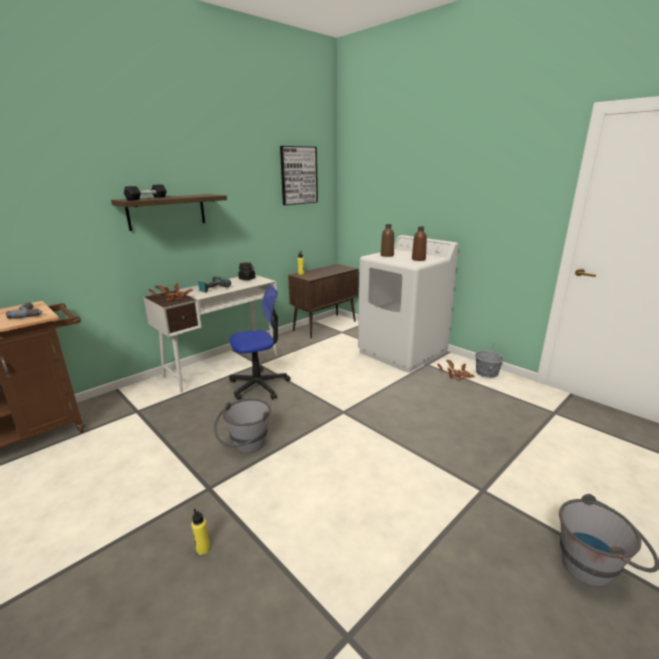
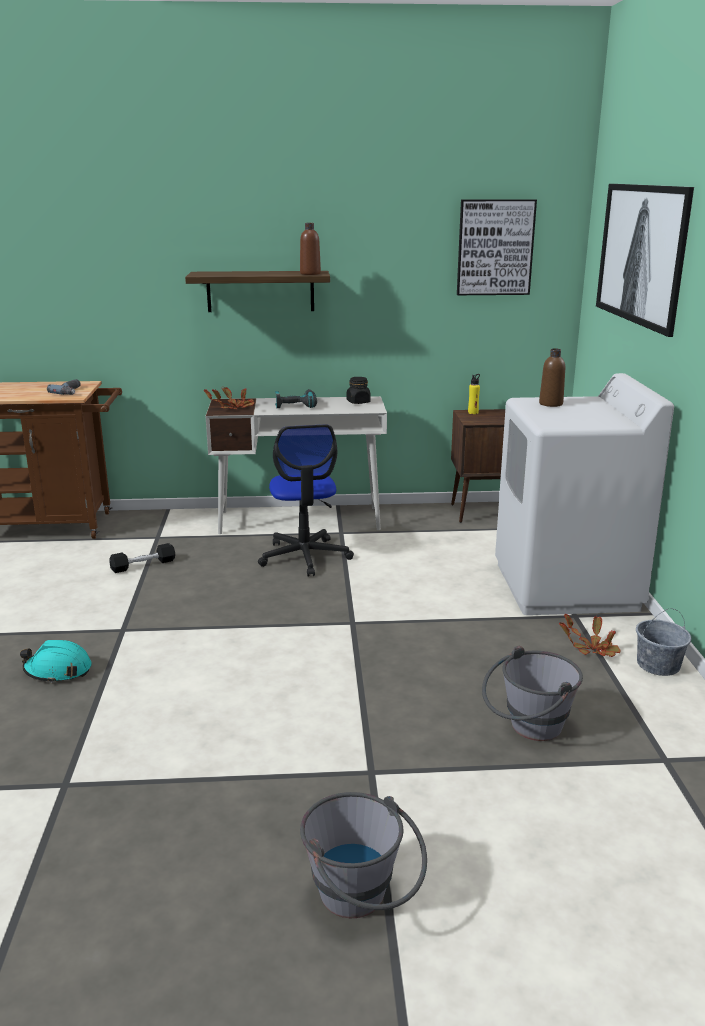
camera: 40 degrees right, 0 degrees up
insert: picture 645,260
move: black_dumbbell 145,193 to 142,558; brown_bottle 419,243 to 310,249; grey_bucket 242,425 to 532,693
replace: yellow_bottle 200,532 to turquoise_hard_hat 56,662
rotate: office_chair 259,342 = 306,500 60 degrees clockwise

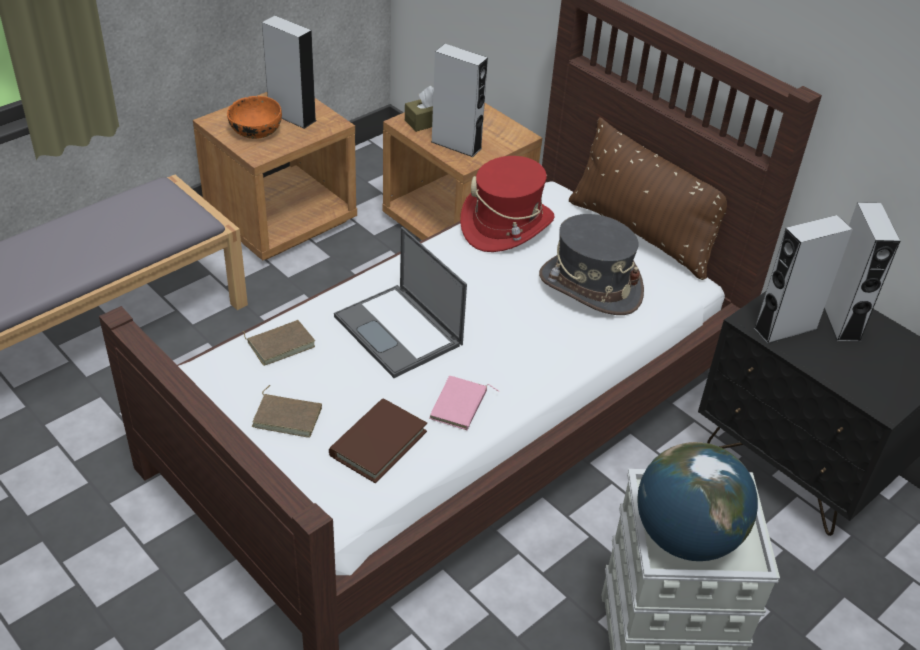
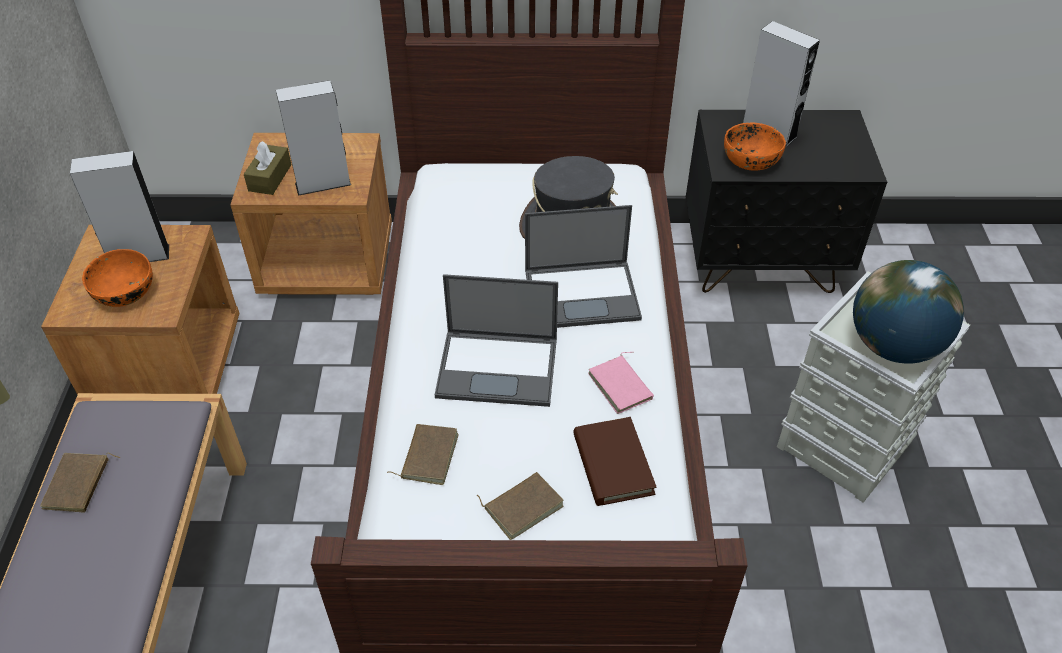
camera: 45 degrees left, 5 degrees up
delete: red_hat 507,204; brown_pillow 648,198
insert: brown_book 80,483; laptop 583,266
replace: grey_speaker 803,279 to orange_bowl 755,147

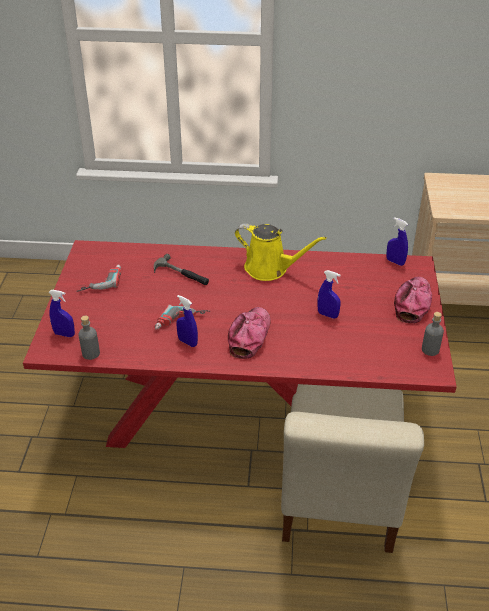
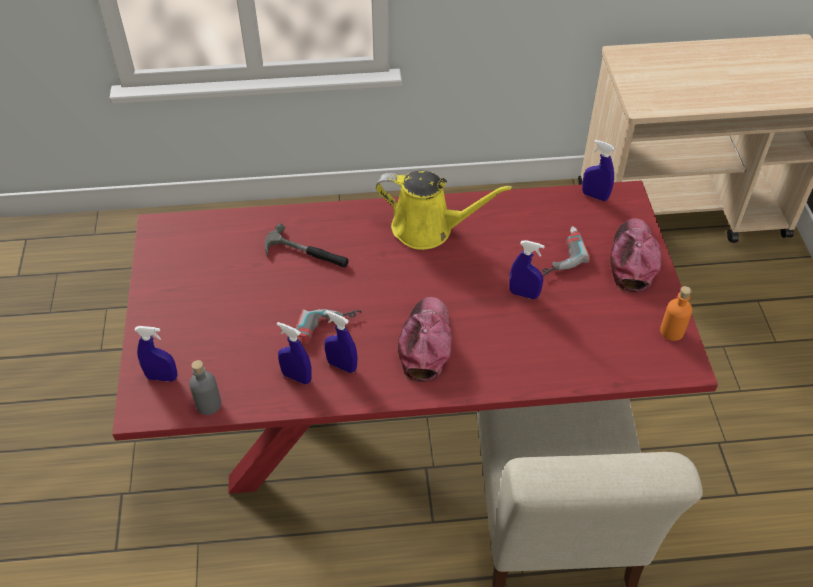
camera: 10 degrees left, 10 degrees up
insert: blue_spray_bottle 294,353
move: power_drill 99,278 to 566,251
recolor: grey_bottle 433,334 to orange_bottle 676,313

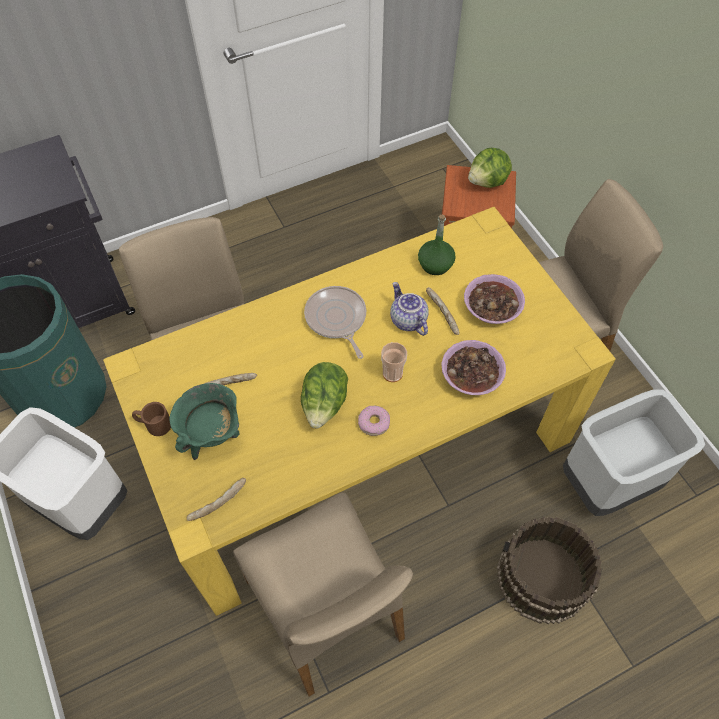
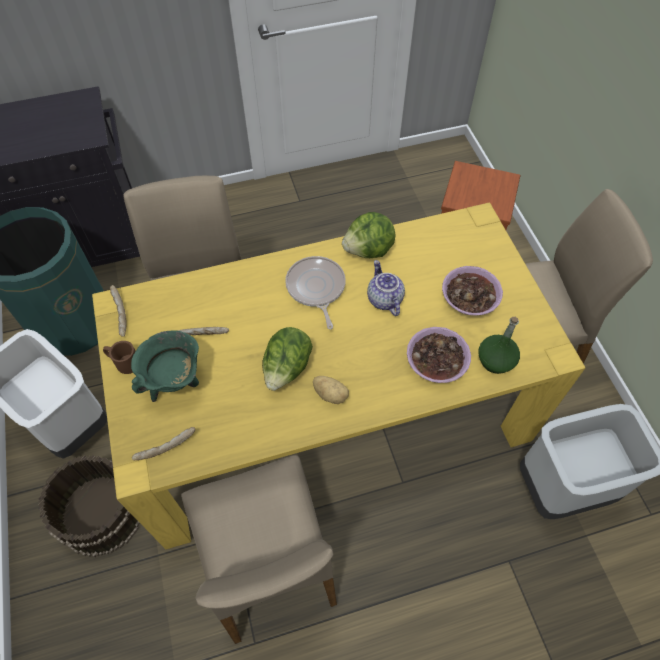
camera: 10 degrees right, 0 degrees up
delete: cup 394,362
move: brown_bucket 549,570 to 89,506; bread 442,311 to 118,311; lettuce 490,168 to 368,235; green_bottle 437,245 to 499,345
replace: donut 374,421 to potato 331,390

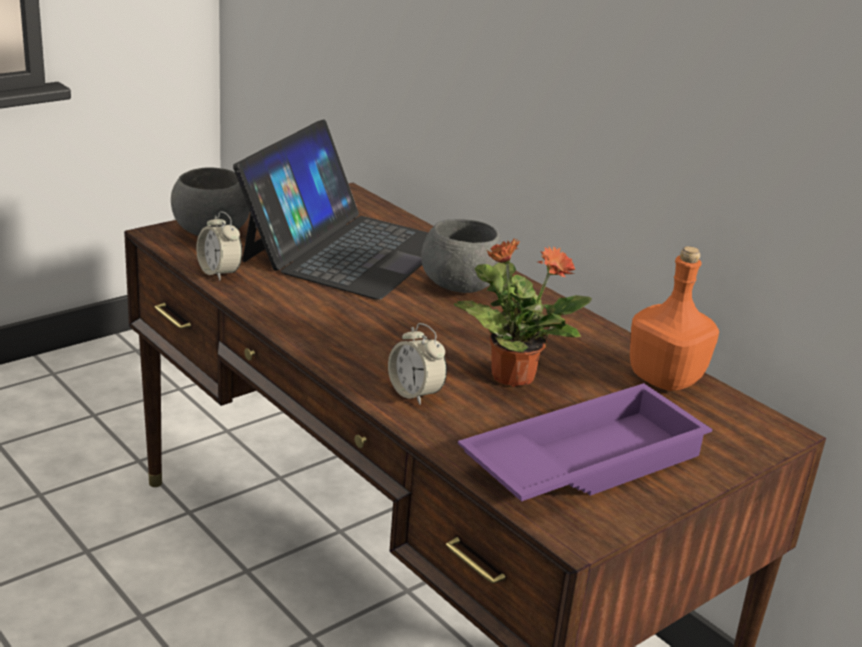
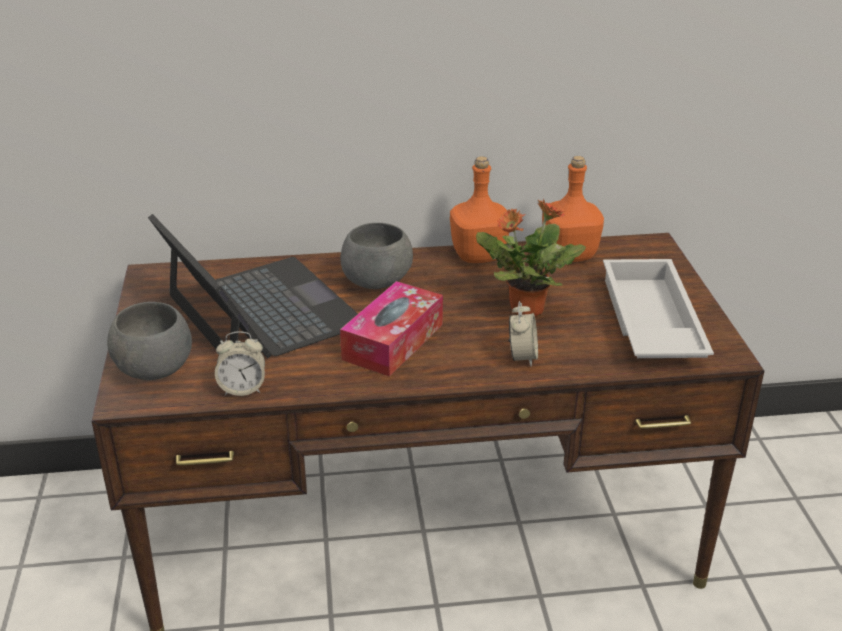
camera: 55 degrees left, 5 degrees up
insert: tissue_box 391,329; orange_bottle 479,209
recolor: purple_tray 585,442 to white_tray 658,308
rotate: alarm_clock 417,364 = 523,333 75 degrees counterclockwise

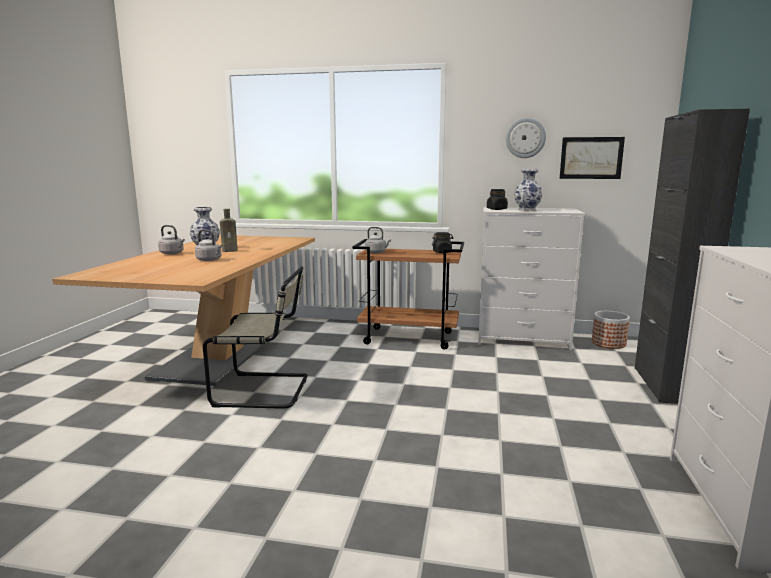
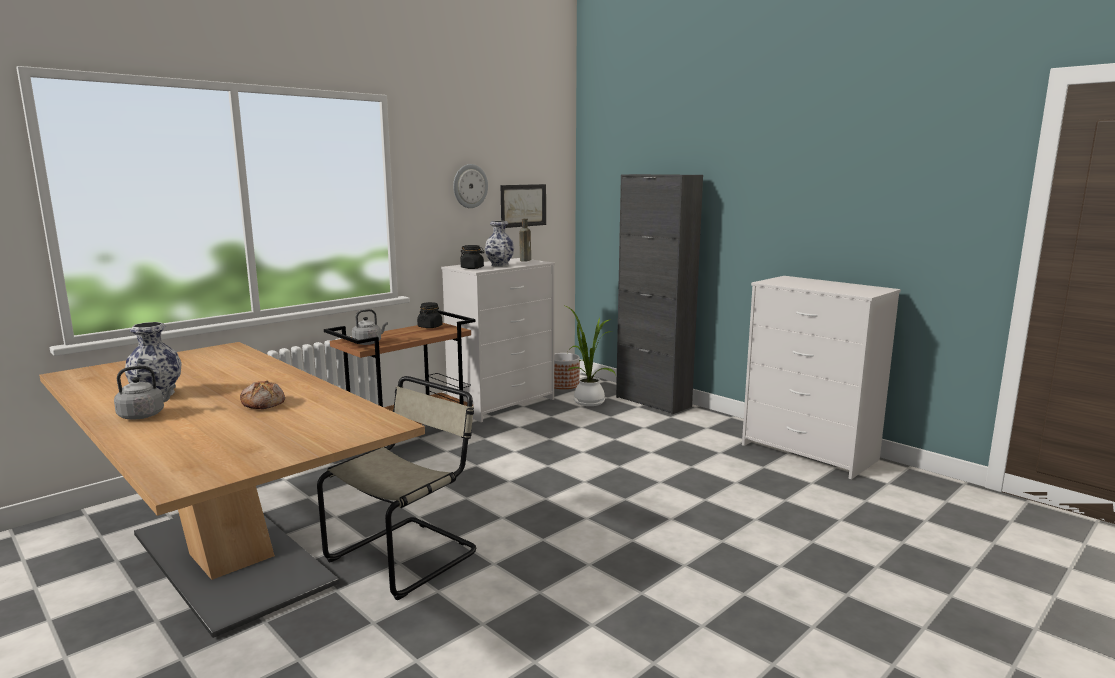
camera: 55 degrees left, 0 degrees up
insert: potted_plant 589,355
move: brown_bottle 229,230 to 525,240
replace: grey_kettle 209,245 to bread 262,395

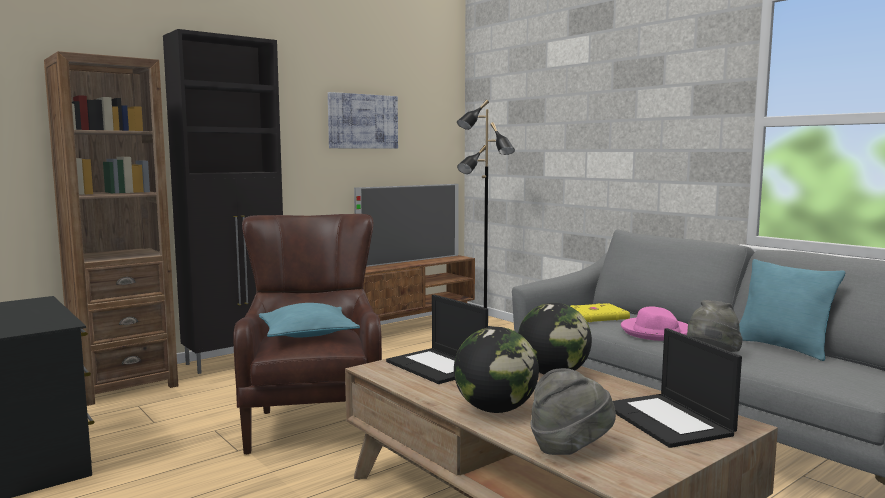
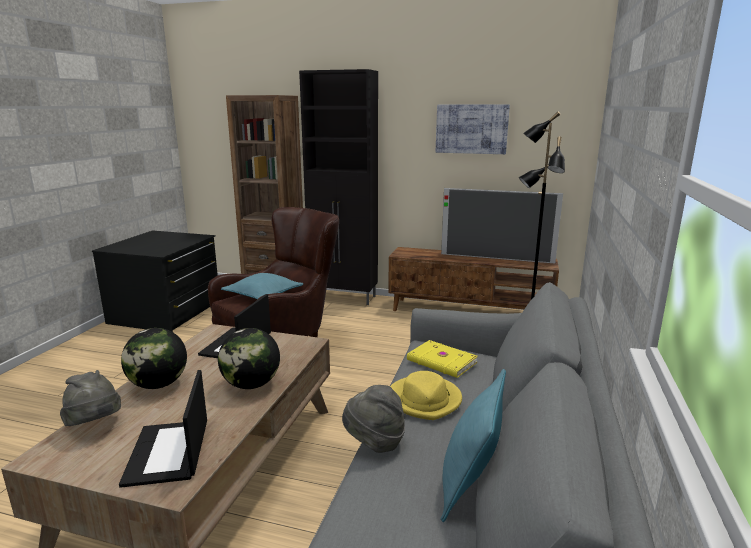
camera: 55 degrees right, 10 degrees up
recolor: pink_hat 654,323 to yellow_hat 426,395
rotate: laptop 677,388 = 163,429 45 degrees counterclockwise

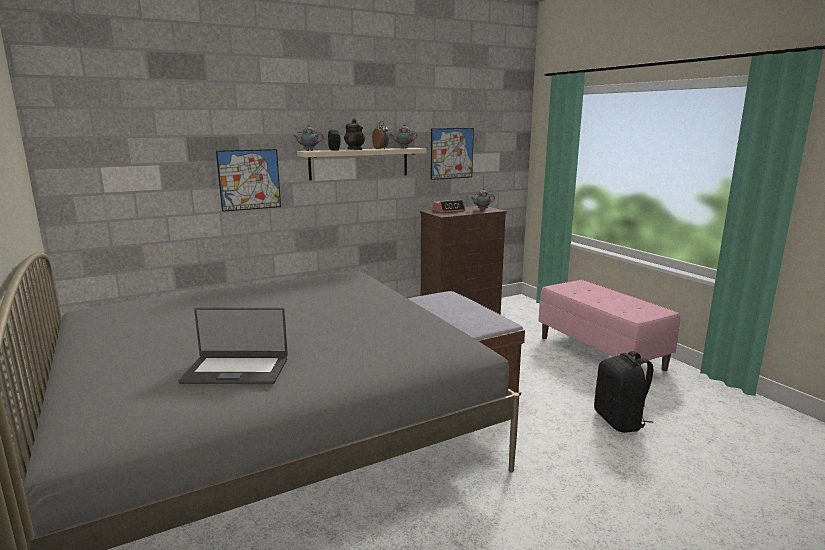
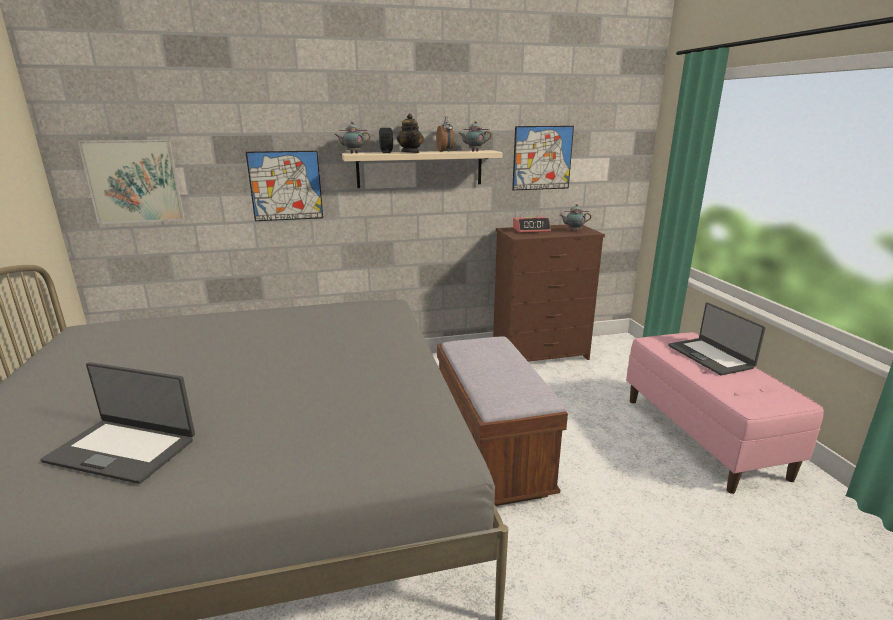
camera: 15 degrees right, 5 degrees up
delete: black_backpack 623,392
insert: picture 131,182; laptop 717,339

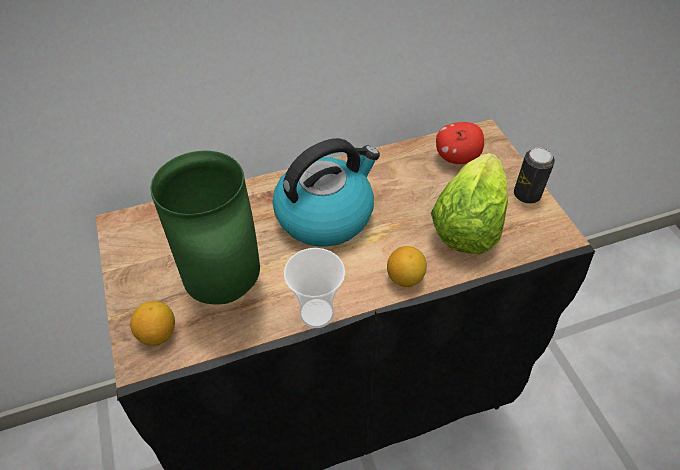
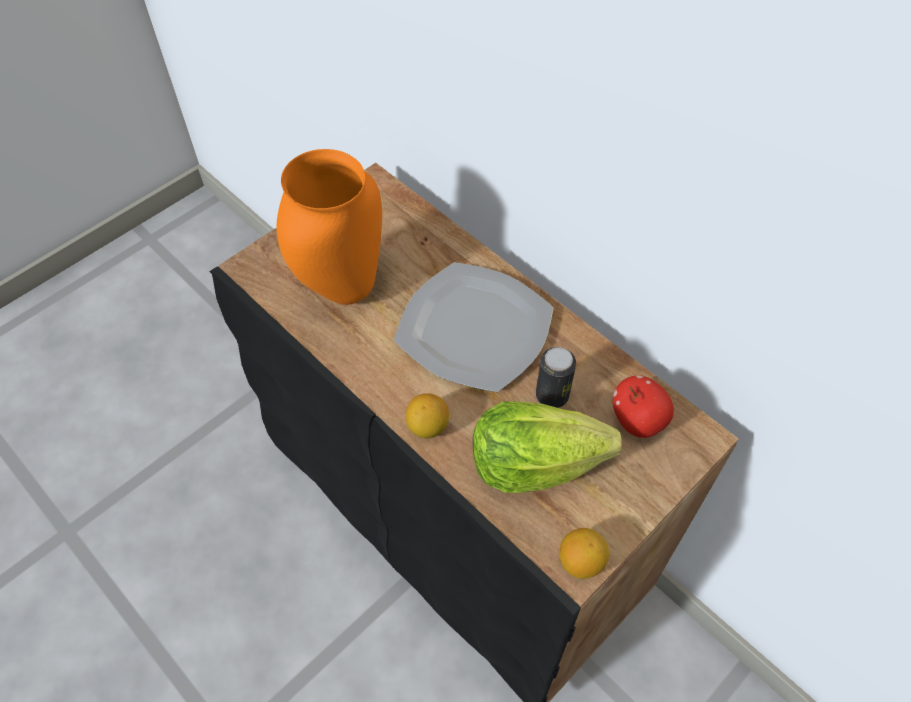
camera: 65 degrees right, 5 degrees up
delete: cup 314,288
move: can 534,175 to 556,377; lemon 152,323 to 584,553
replace: kettle 326,192 to plate 474,327
recolor: green_vase 205,228 to orange_vase 329,227

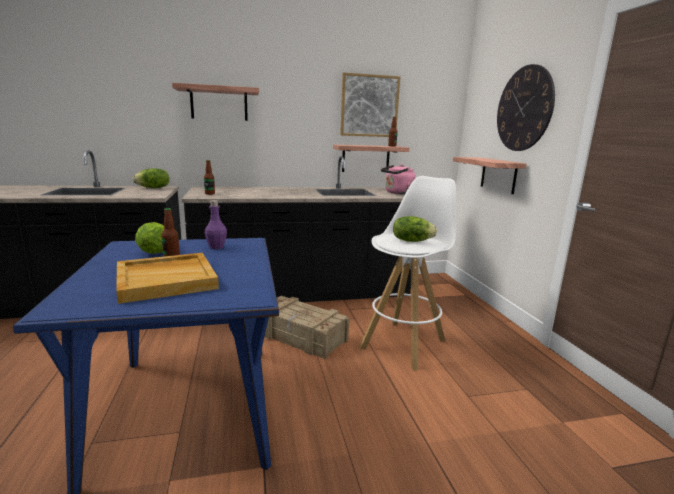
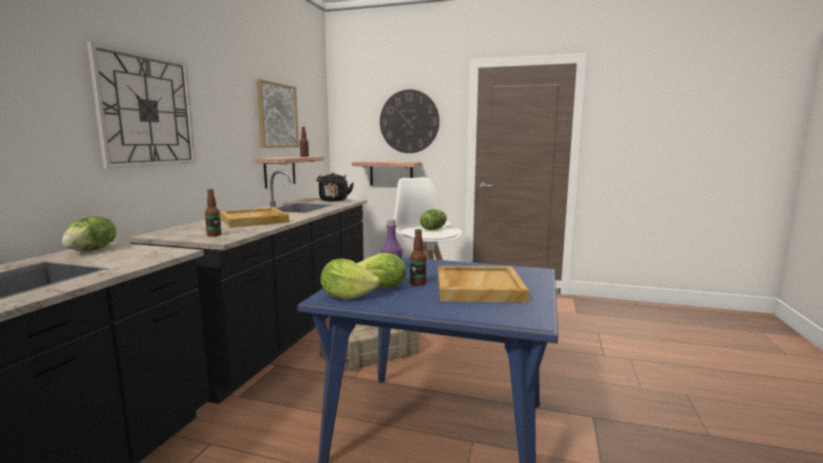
camera: 60 degrees left, 5 degrees down
insert: beige_tray 254,218; lettuce 350,278
replace: shelf 215,102 to wall_clock 141,105
recolor: pink_kettle 398,179 to black_kettle 335,187

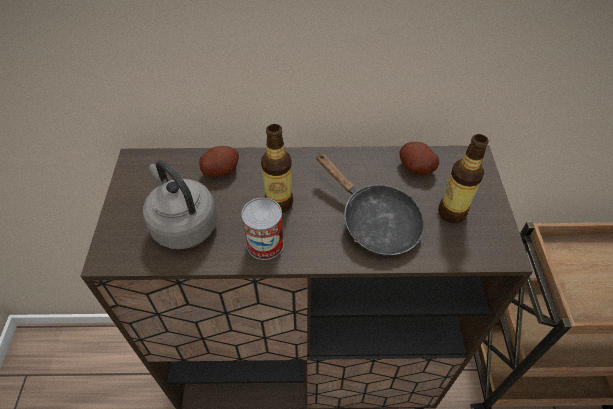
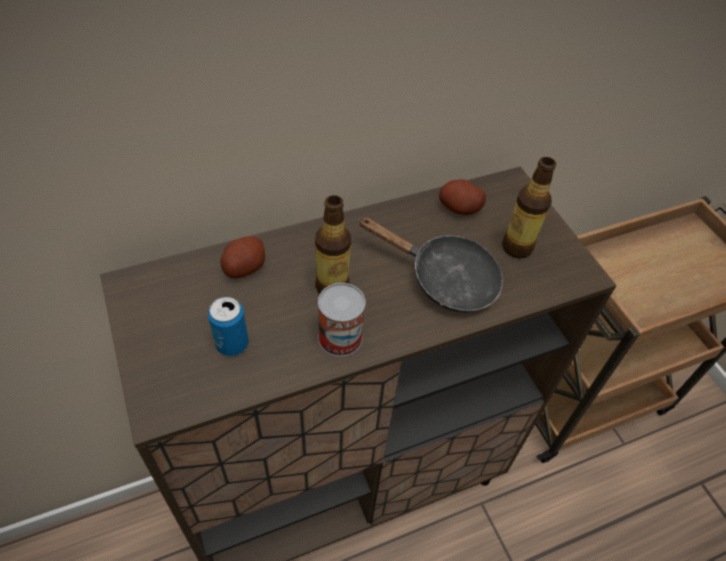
camera: 25 degrees left, 0 degrees up
replace: grey_kettle 180,204 to can 228,326

